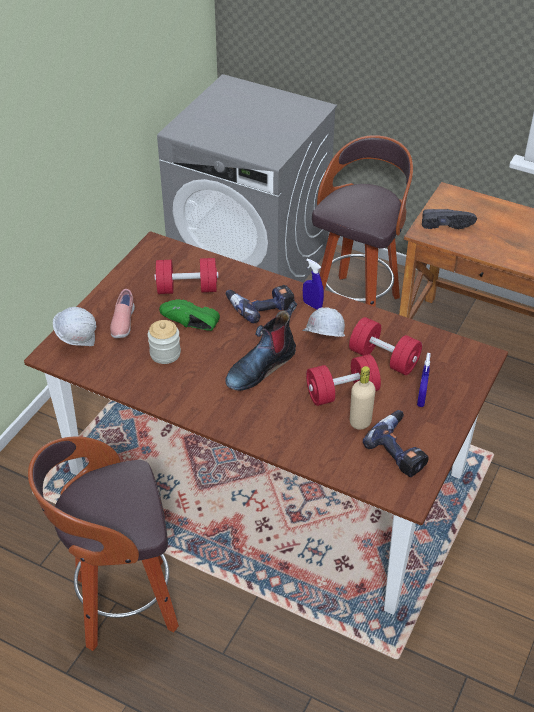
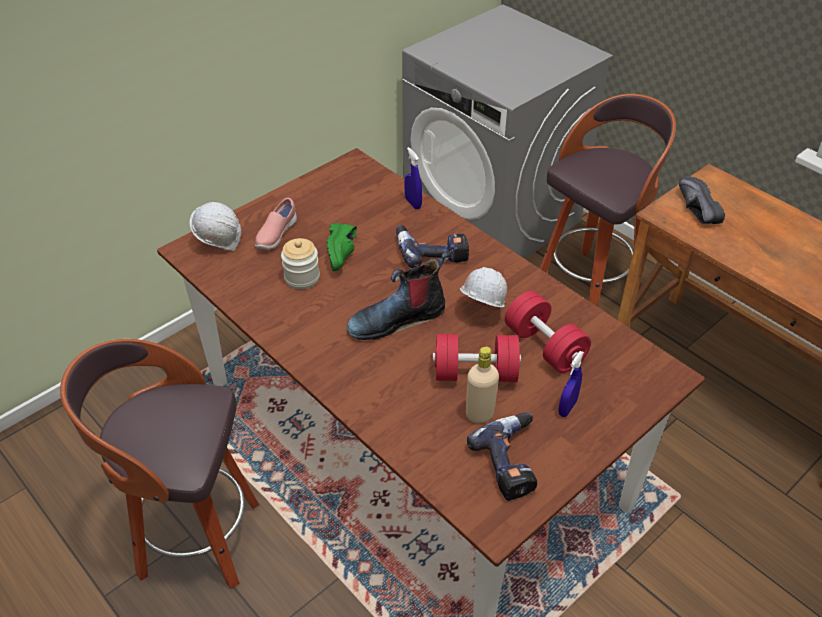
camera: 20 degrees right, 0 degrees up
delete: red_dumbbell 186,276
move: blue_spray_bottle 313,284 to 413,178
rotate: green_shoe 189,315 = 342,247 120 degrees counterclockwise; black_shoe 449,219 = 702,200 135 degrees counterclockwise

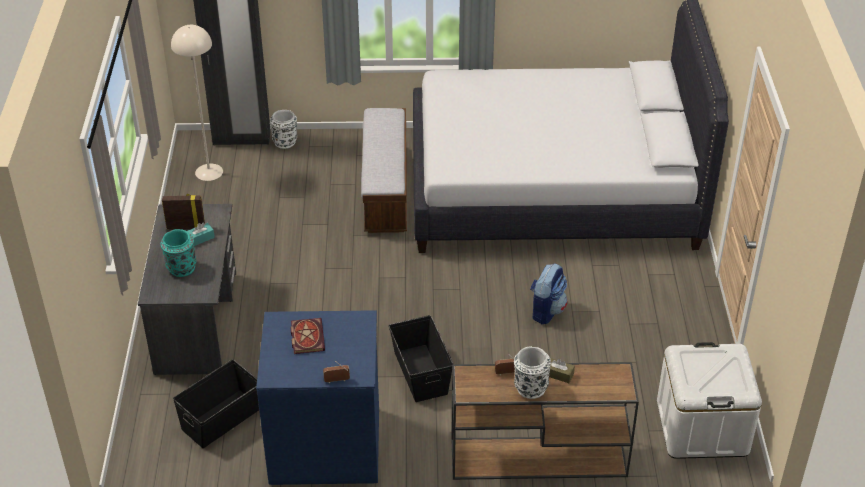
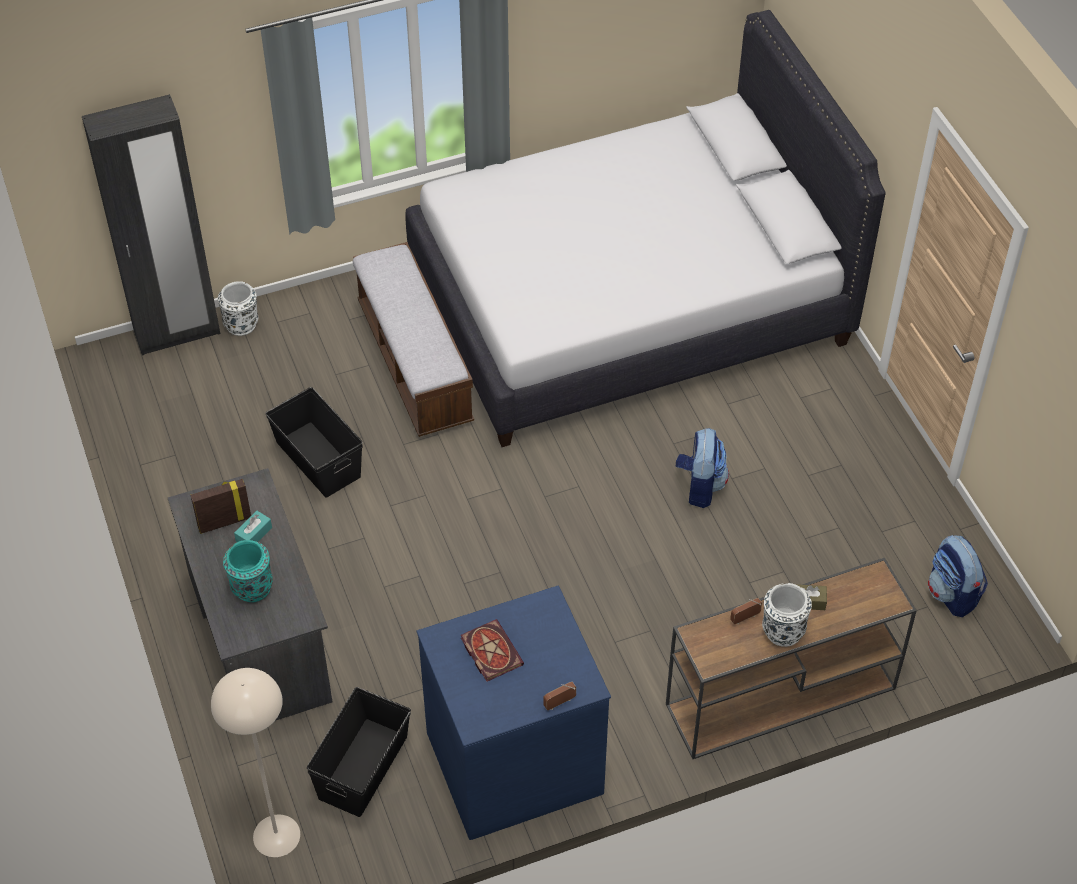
camera: 20 degrees left, 10 degrees up
move: beige_floor_lamp 197,103 to 255,762; black_storage_box 421,358 to 314,442
replace: white_storage_box 709,400 to backpack 958,576

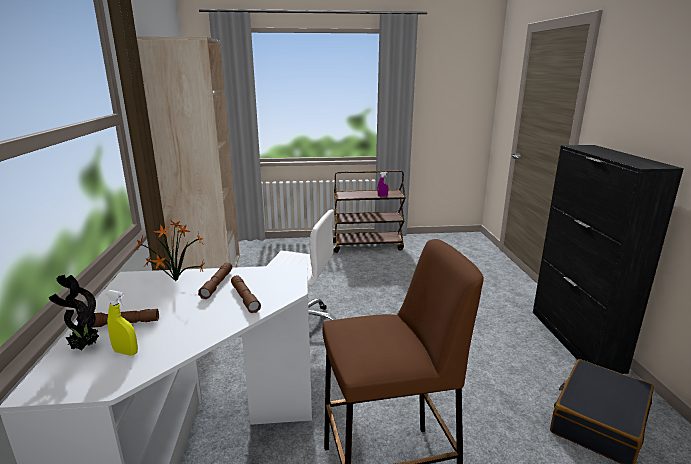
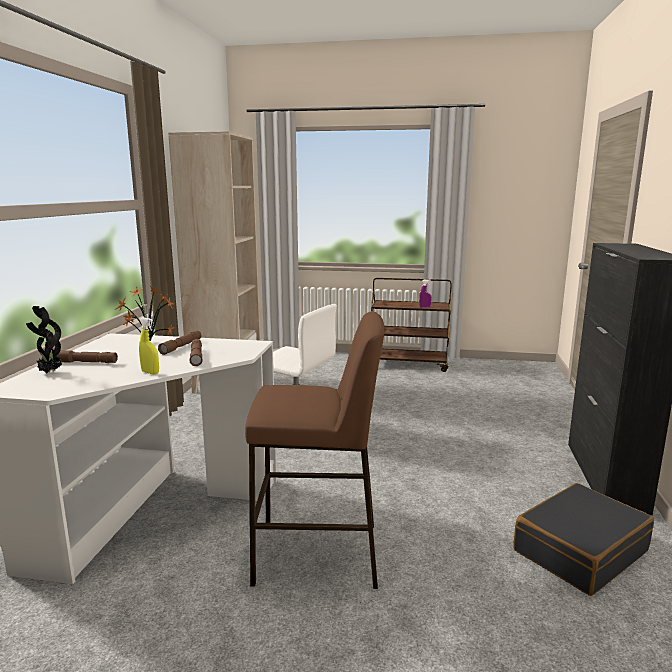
camera: 15 degrees right, 5 degrees down
move: yellow_spray_bottle 121,323 to 149,346

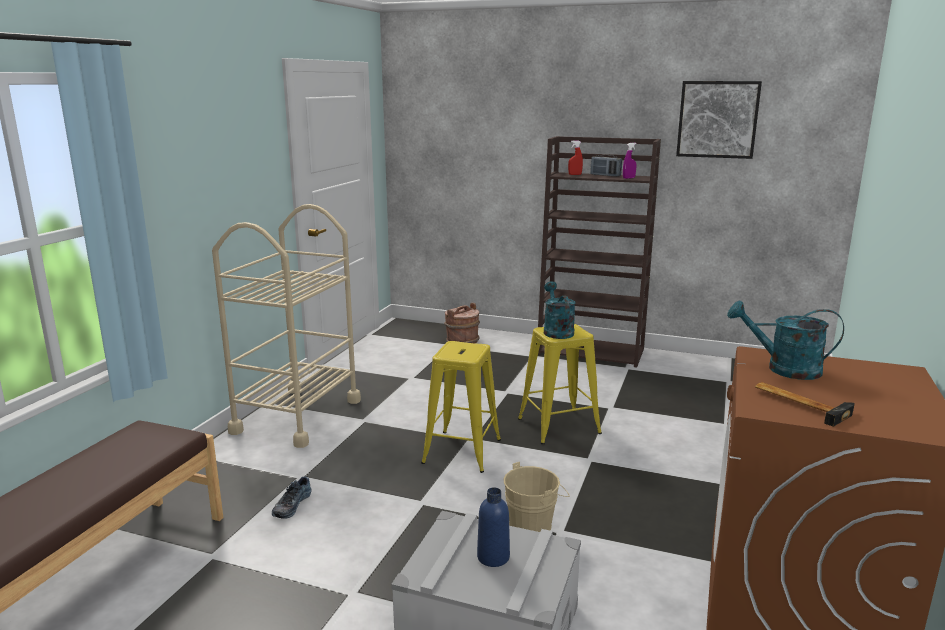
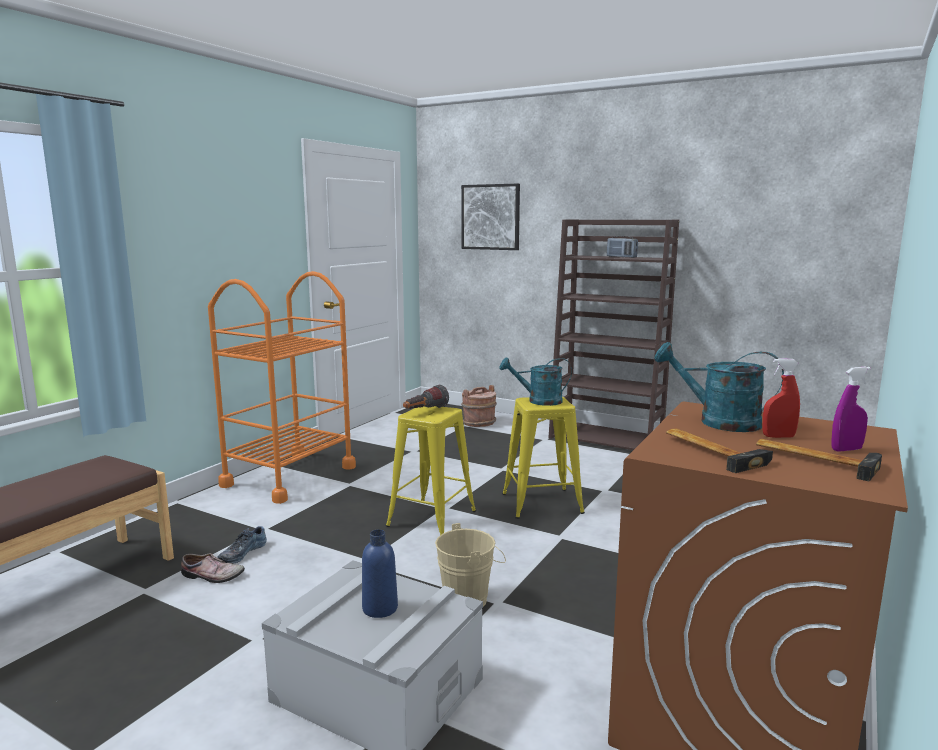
camera: 10 degrees right, 5 degrees down
insert: shoe 213,568; flashlight 426,397; hammer 819,460
move: picture 719,120 to 490,217; red_spray_bottle 575,158 to 781,398; purple_spray_bottle 629,161 to 851,409
recolor: beige_cart 286,326 to orange_cart 282,387
rotate: turquoise_watering_can 560,310 = 535,381 90 degrees counterclockwise

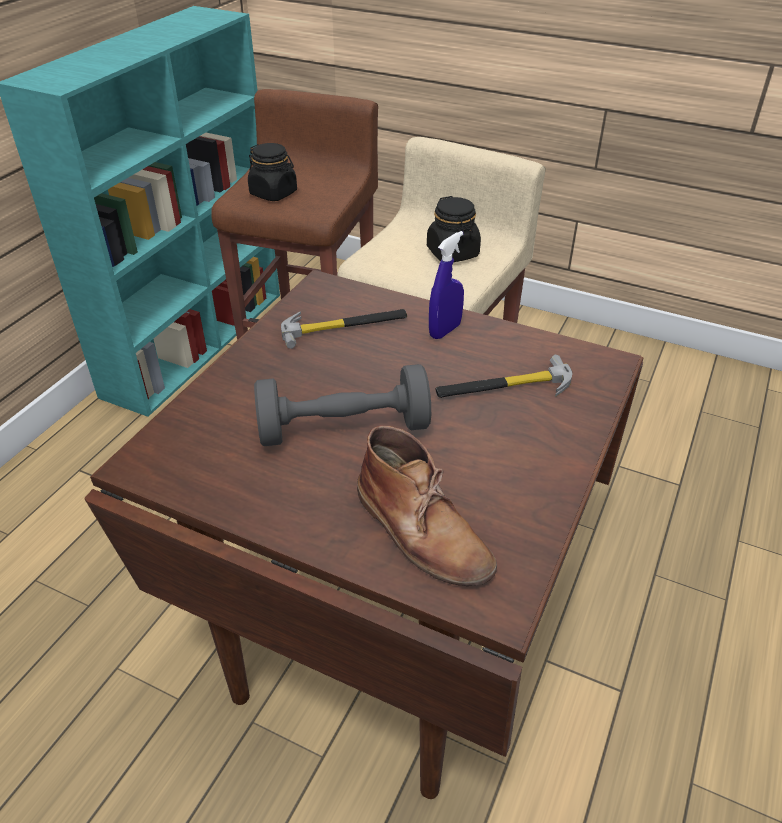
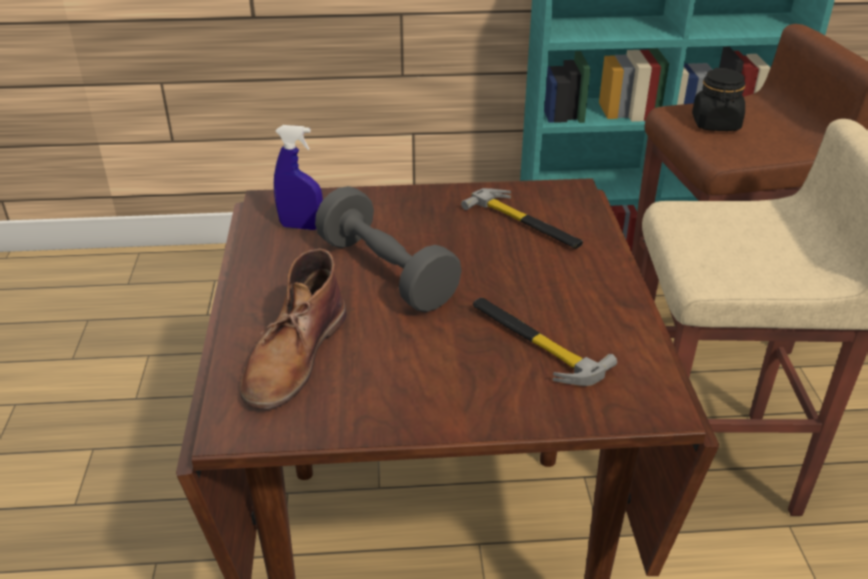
camera: 60 degrees right, 5 degrees down
delete: black_jar 454,229
move: blue_spray_bottle 446,285 to 298,177

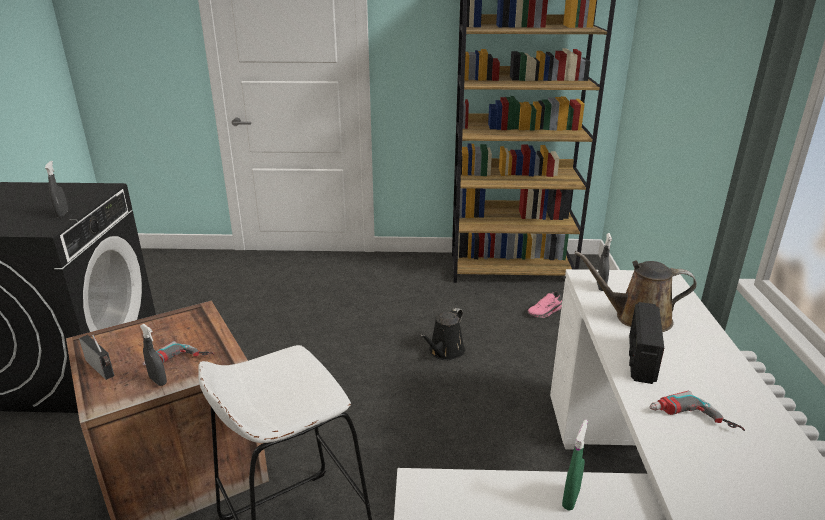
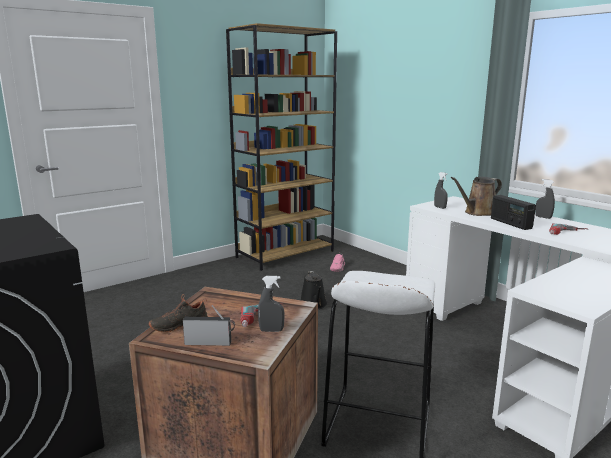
camera: 40 degrees left, 10 degrees down
delete: green_spray_bottle 575,465
insert: black_shoe 178,313
move: grey_spray_bottle 56,189 to 545,199

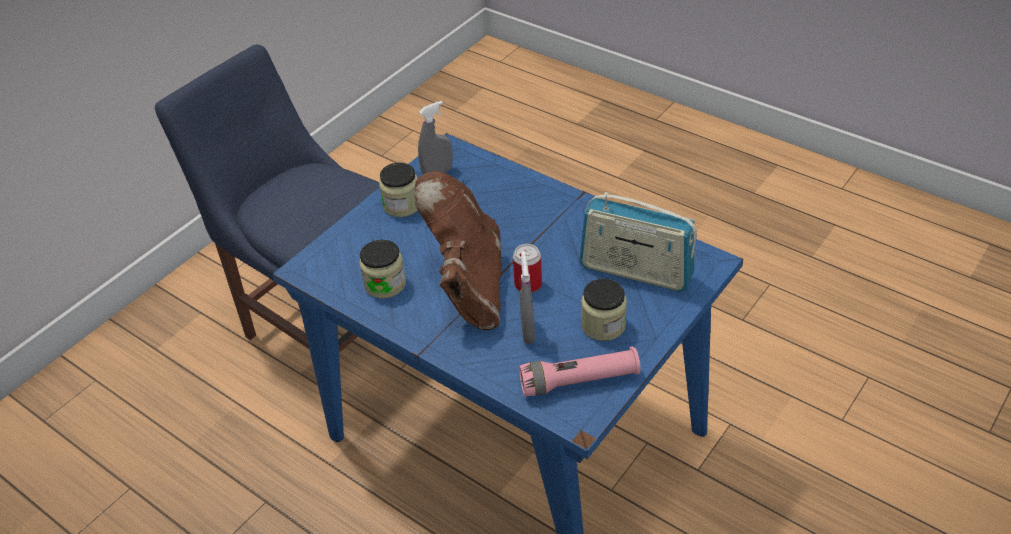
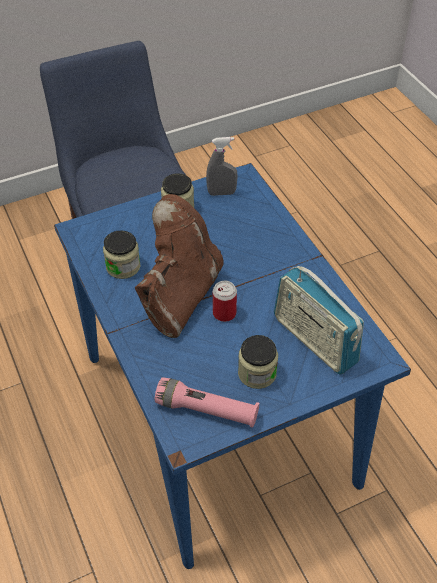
camera: 25 degrees right, 5 degrees up
delete: grey_spray_bottle 527,297

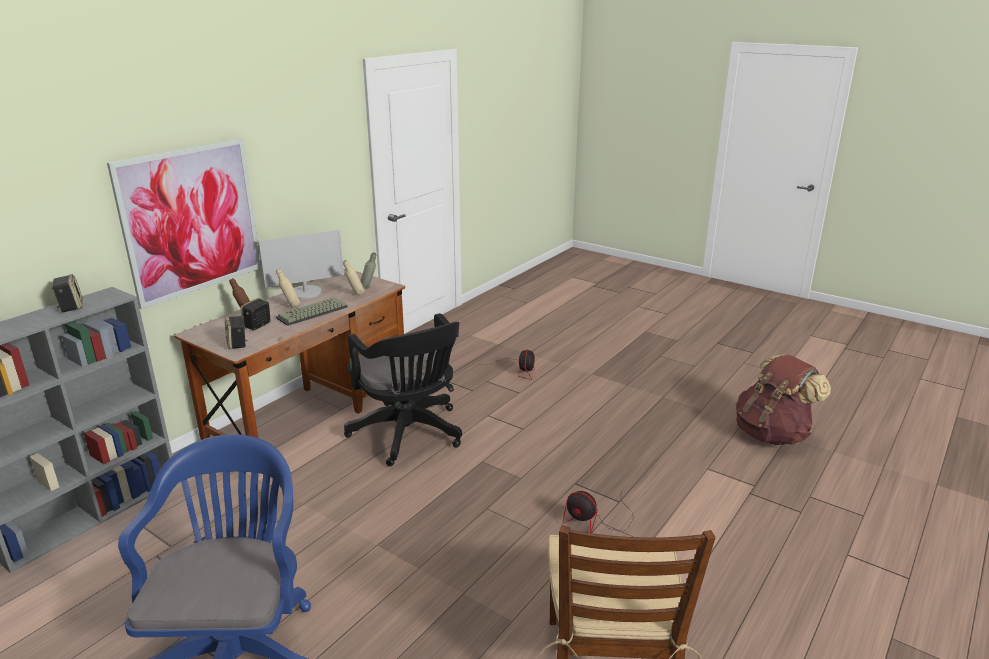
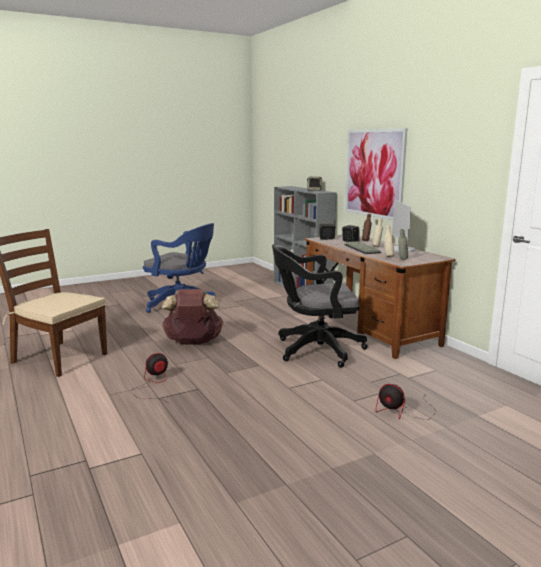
camera: 115 degrees right, 10 degrees down
move: brown_backpack 783,400 to 192,316

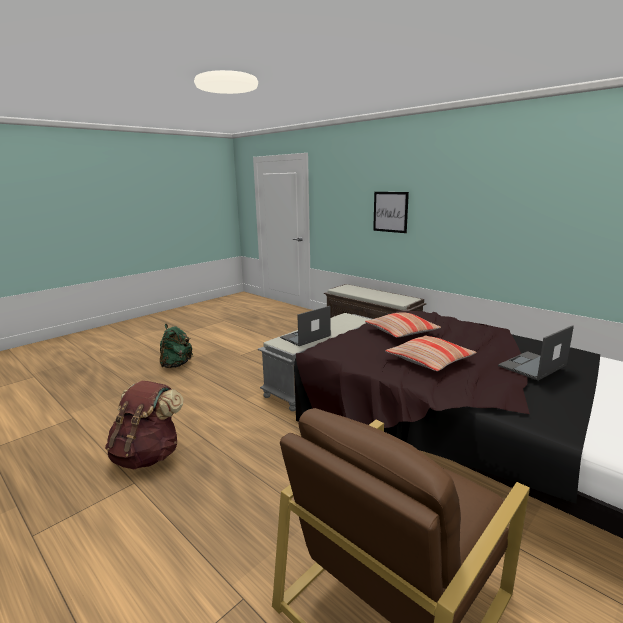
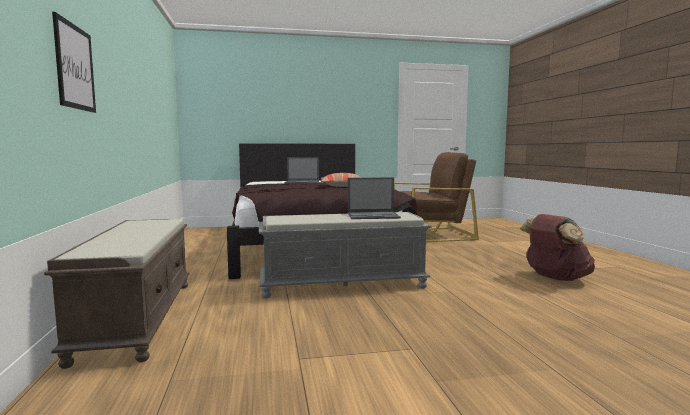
camera: 145 degrees left, 10 degrees down
delete: green_backpack 176,346; pillow 403,325

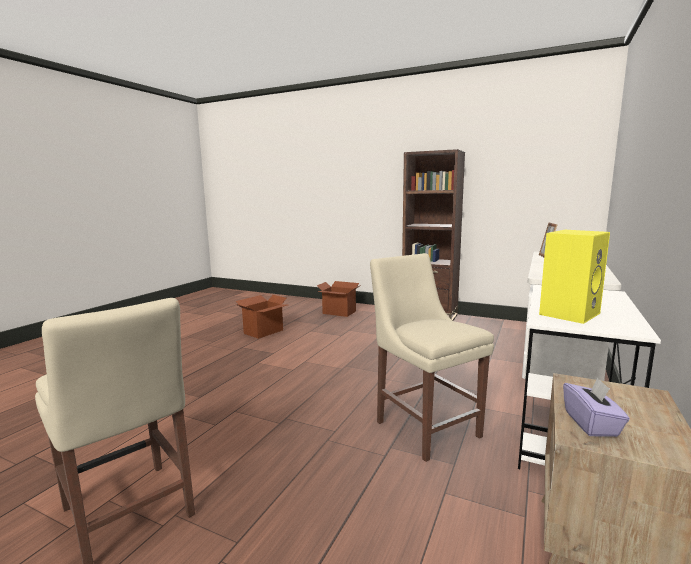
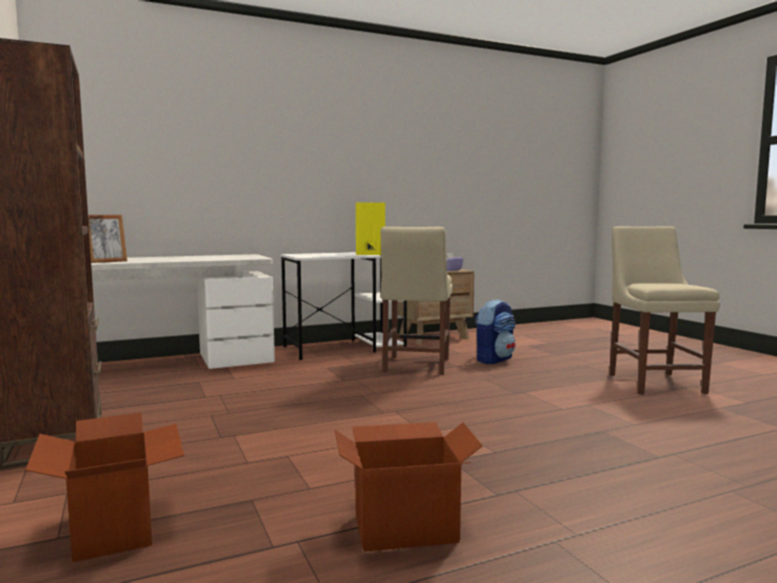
camera: 140 degrees left, 5 degrees down
insert: backpack 495,331

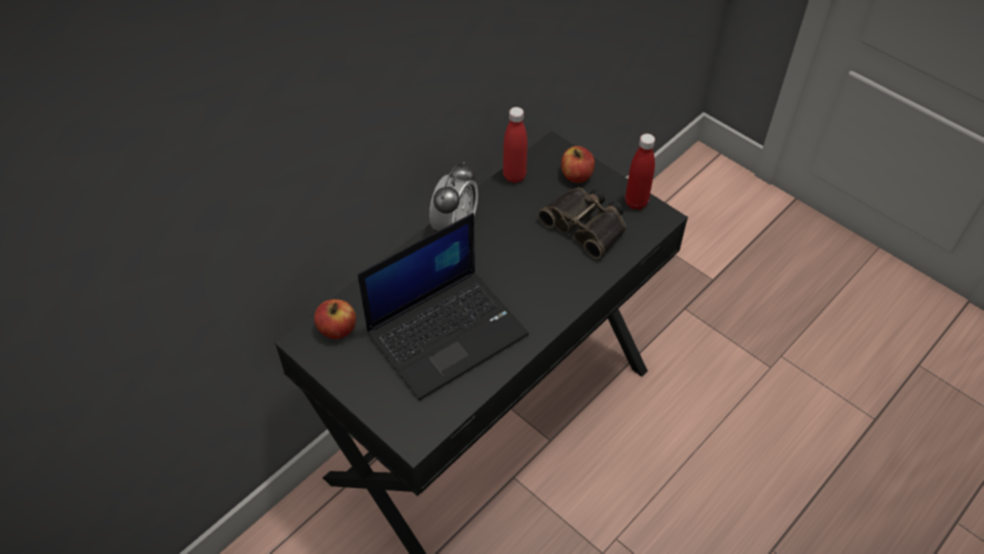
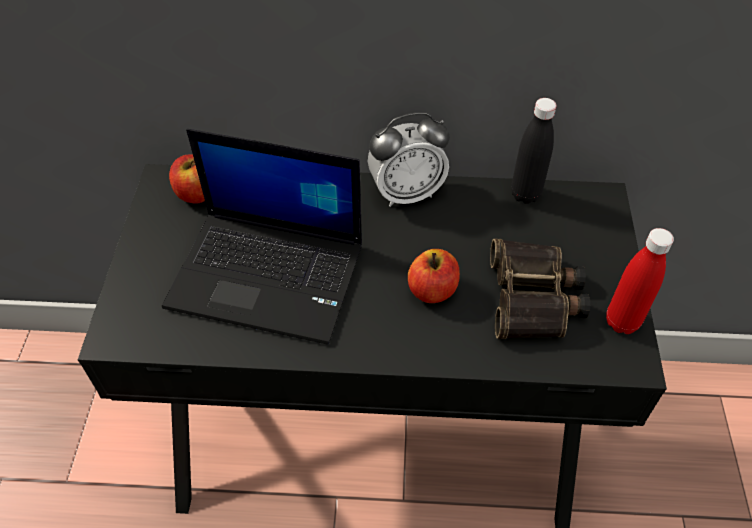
camera: 50 degrees right, 0 degrees up
move: apple 578,164 to 434,276
recolor: red_bottle 515,145 to black_bottle 533,151

